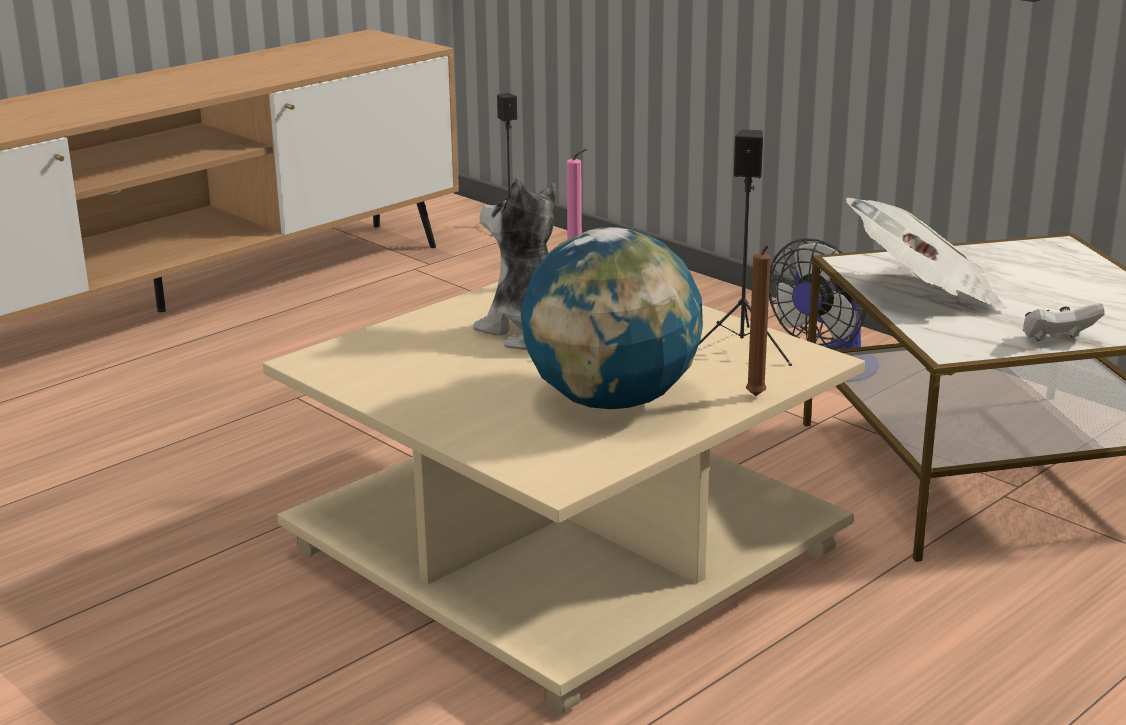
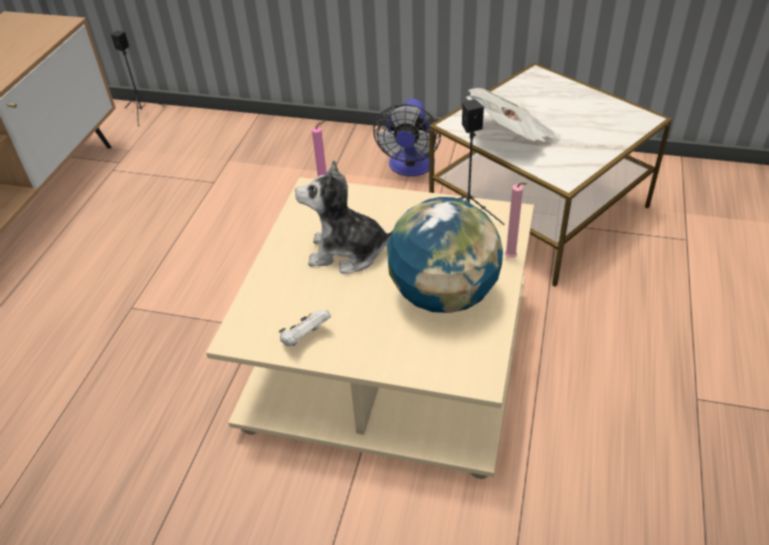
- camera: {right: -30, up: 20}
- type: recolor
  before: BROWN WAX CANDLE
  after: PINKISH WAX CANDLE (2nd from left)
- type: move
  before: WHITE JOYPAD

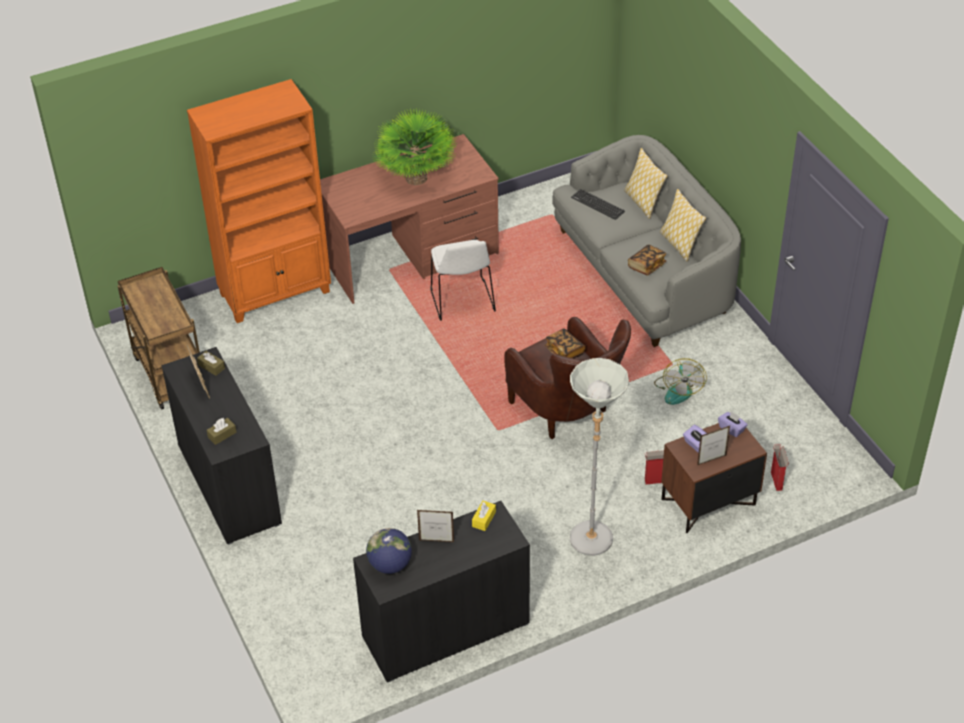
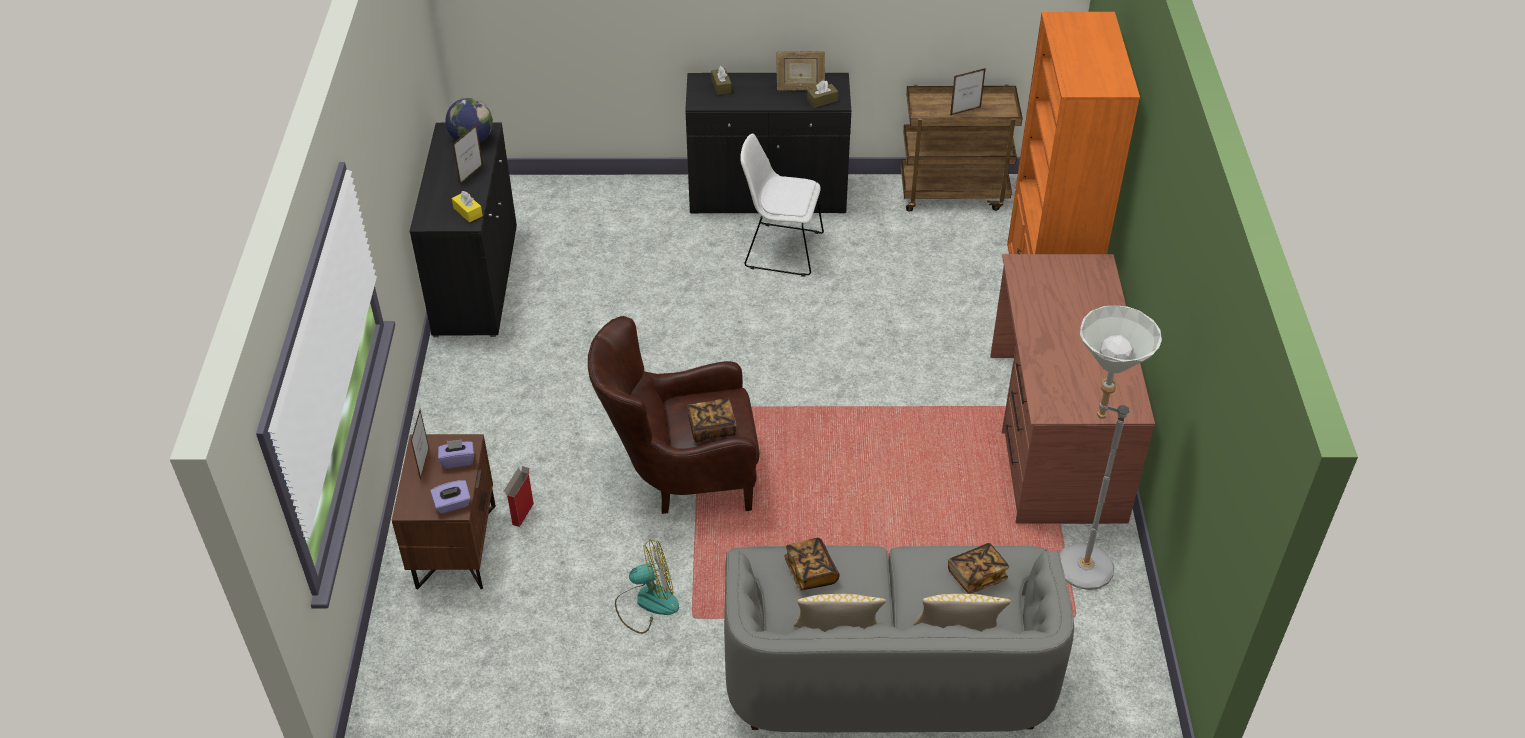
- camera: {right: 115, up: 0}
- type: delete
  before: POTTED PLANT
- type: move
  before: WHITE UPRIGHT CHAIR
- type: move
  before: GRAY FLOOR LAMP
- type: replace
  before: COMPUTER KEYBOARD
  after: VOLUME (3rd from left)
- type: rotate
  before: FAN
  turn: 135
- type: delete
  before: CARDBOARD BOX (2nd from left)
- type: insert
  after: PICTURE FRAME (4th from left)

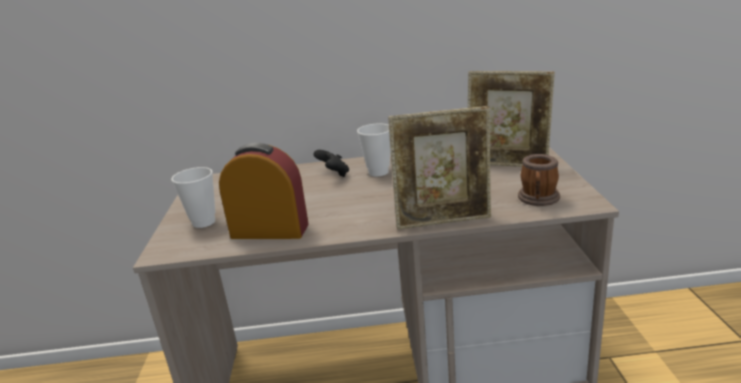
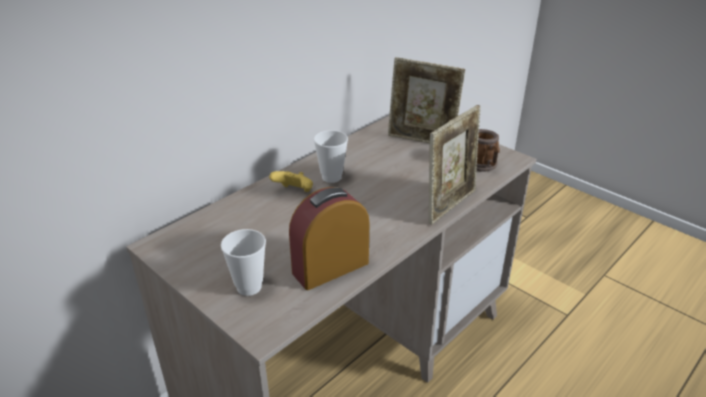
- camera: {right: -45, up: 10}
- type: recolor
  before: BLACK JOYPAD
  after: YELLOW-COLOURED JOYPAD
- type: rotate
  before: PICTURE FRAME (2nd from left in the first image)
  turn: 45

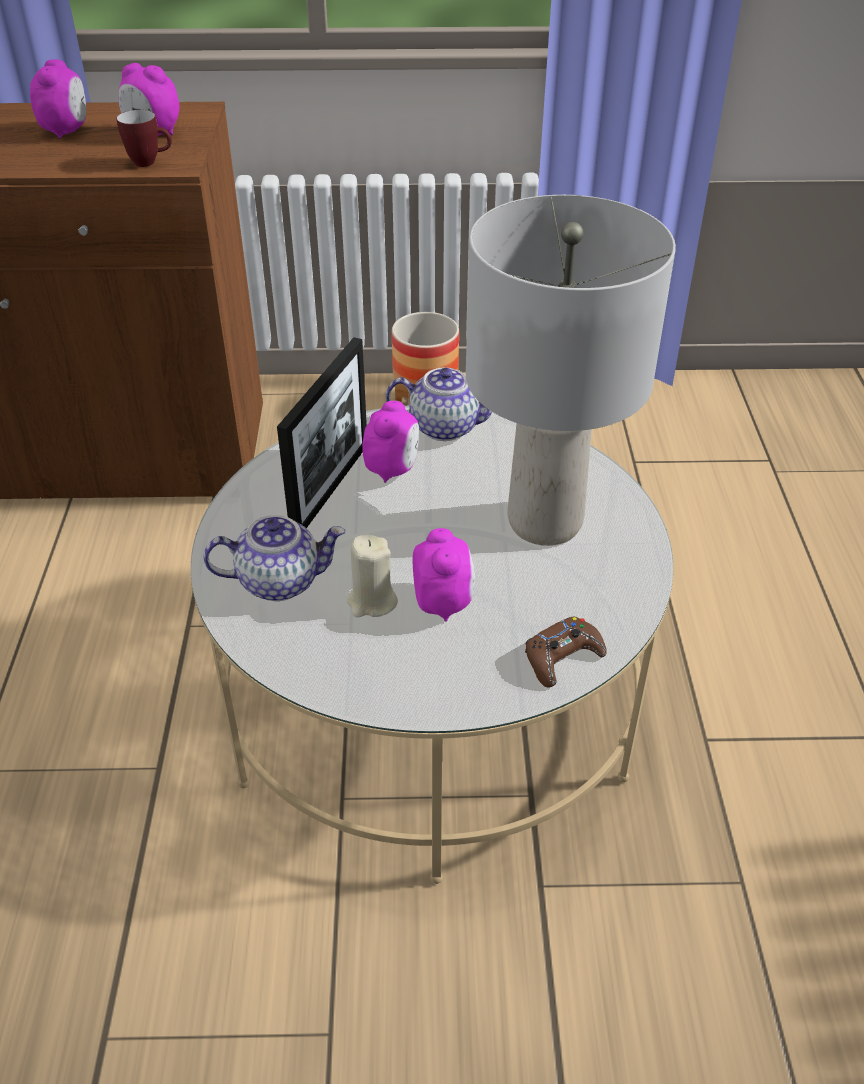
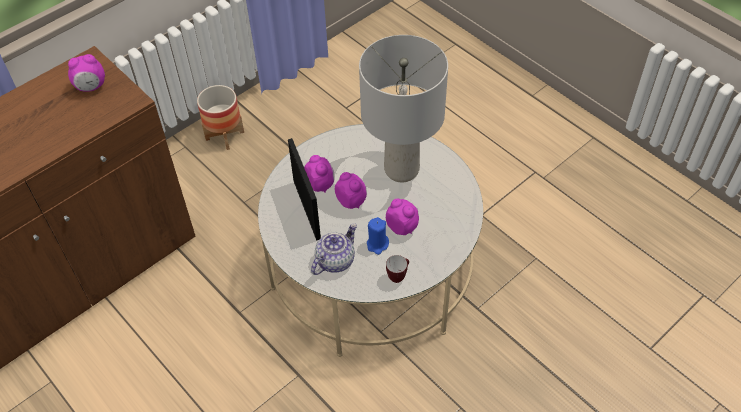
- camera: {right: -40, up: 10}
- type: move
  before: TABLE CLOCK (1st from left in the first image)
  after: TABLE CLOCK (3rd from left)
- type: move
  before: MUG
- type: recolor
  before: BEIGE WAX CANDLE
  after: BLUISH WAX CANDLE
- type: delete
  before: TEAPOT (2nd from left)
- type: delete
  before: BROWN JOYPAD

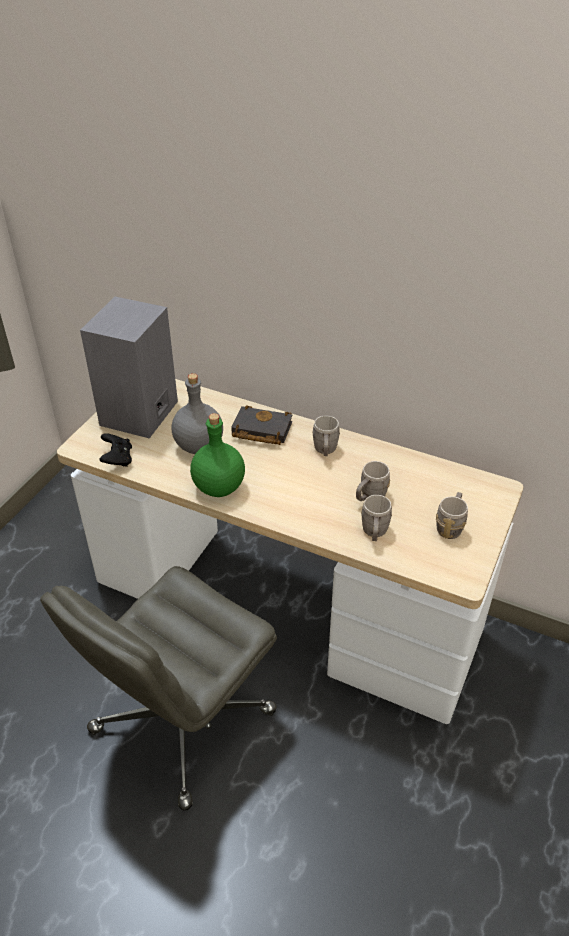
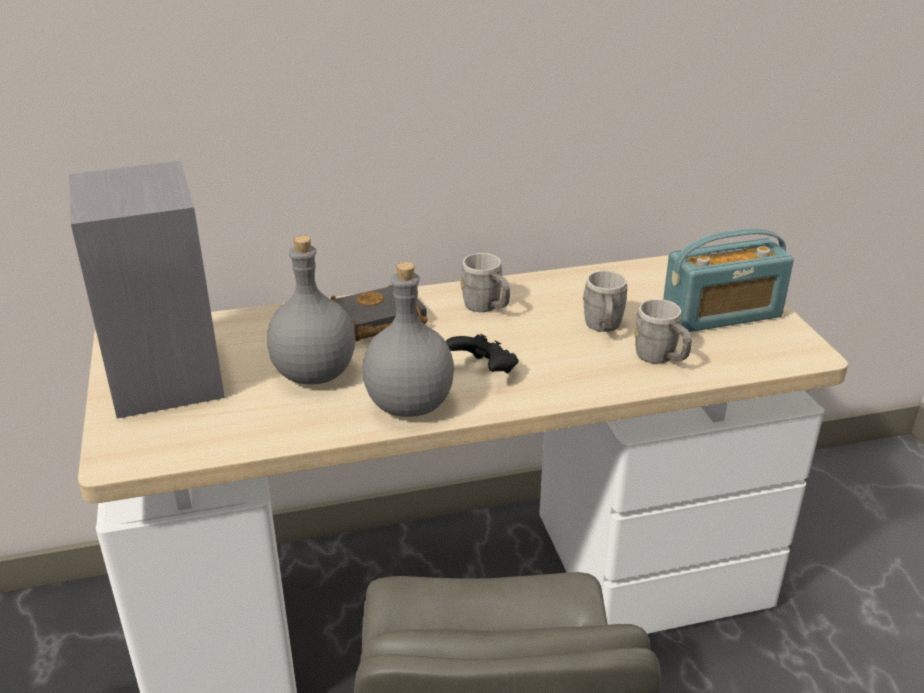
- camera: {right: -40, up: -10}
- type: move
  before: BLACK JOYPAD
- type: recolor
  before: GREEN-COLOURED DRINK BOTTLE
  after: GRAY DRINK BOTTLE (2nd from left)
- type: replace
  before: GRAY MUG (4th from left)
  after: RADIO RECEIVER

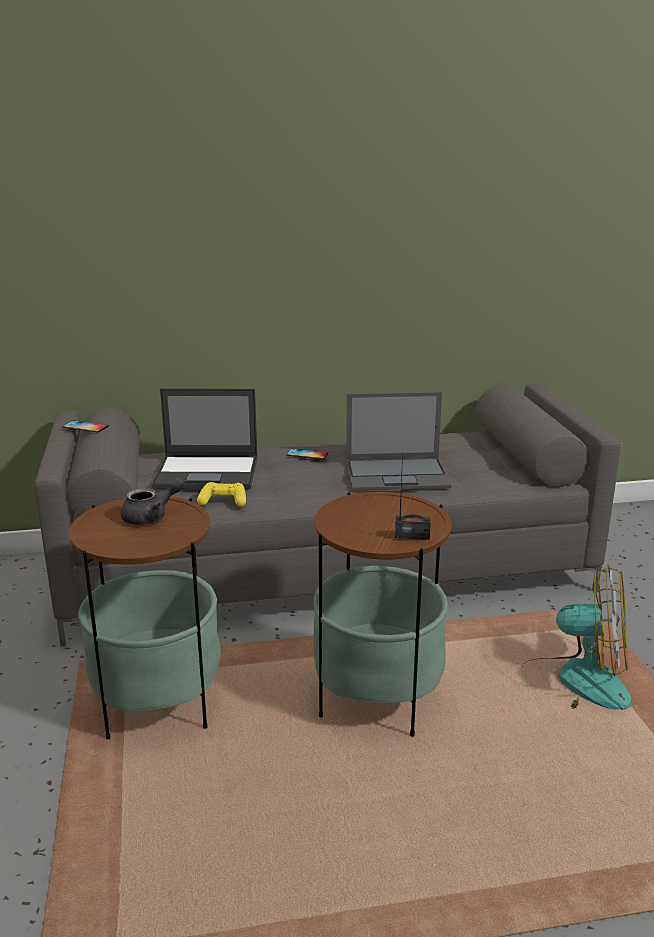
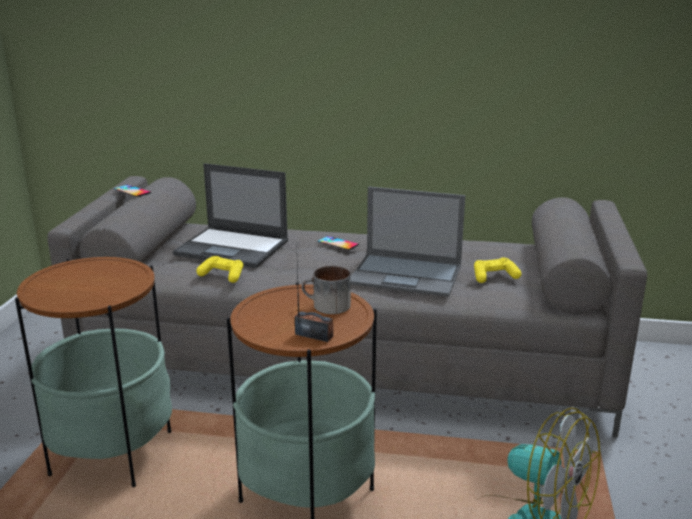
- camera: {right: 20, up: 0}
- type: delete
  before: GRAY TEAPOT
- type: insert
  after: MUG
- type: insert
  after: YELLOW-COLOURED JOYPAD (2nd from left)

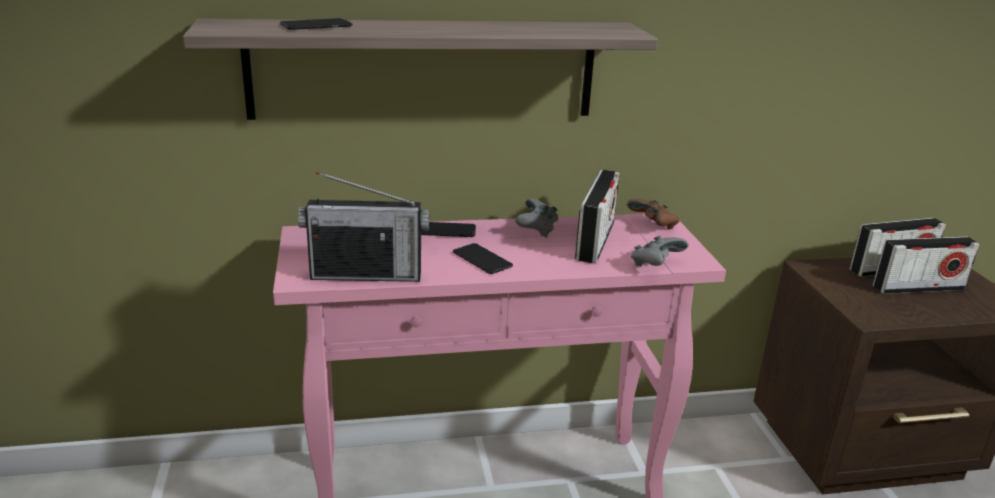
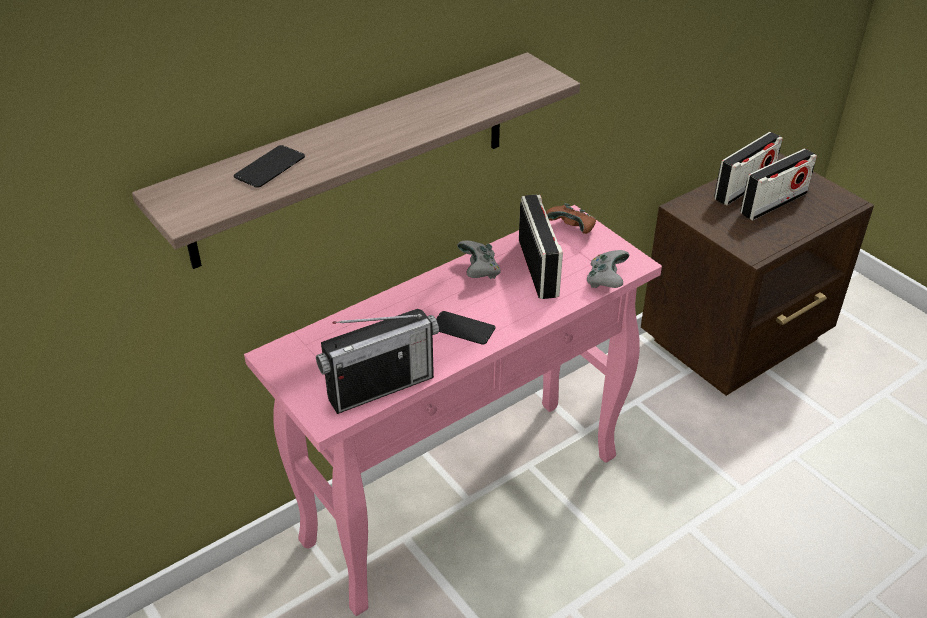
- camera: {right: -25, up: 15}
- type: delete
  before: TELEPHONE (2nd from left)

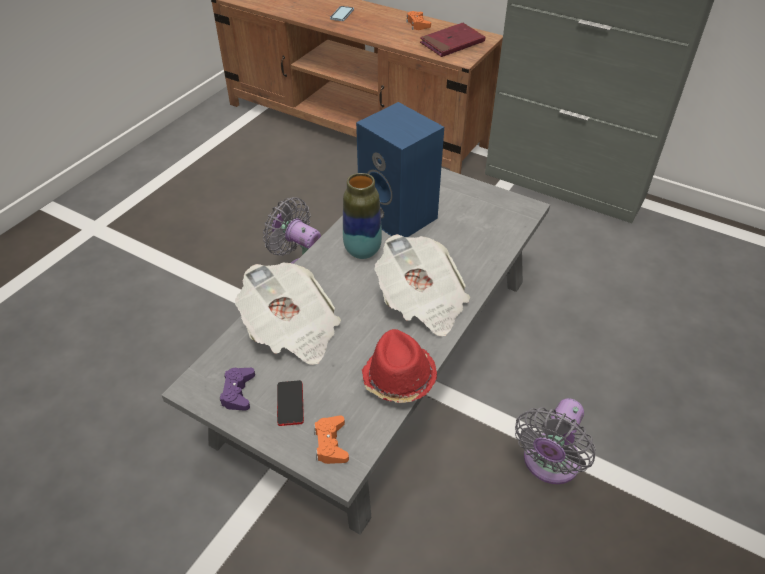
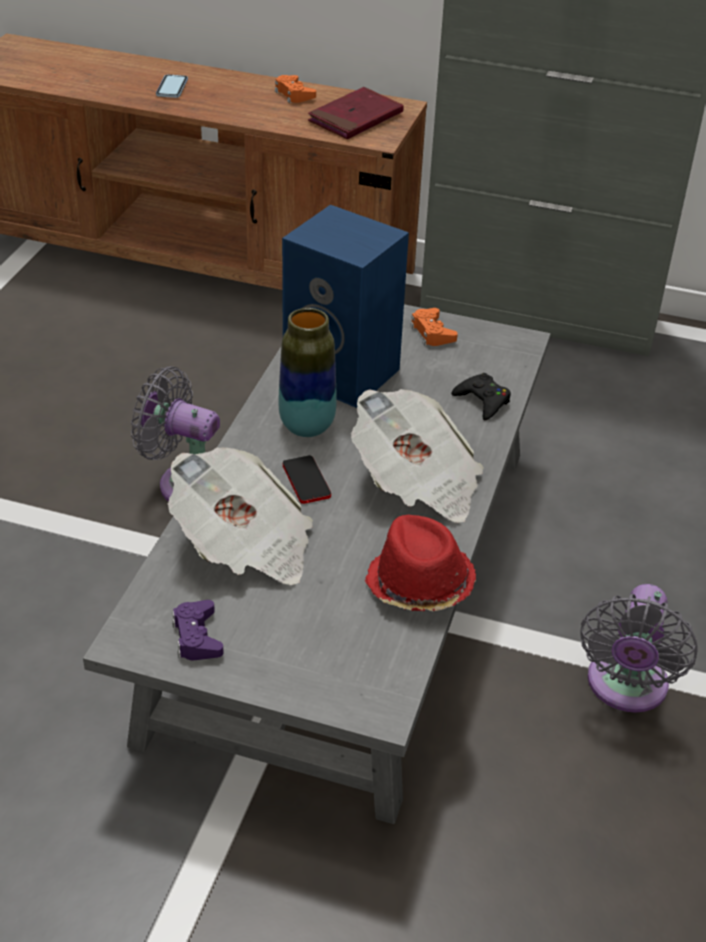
- camera: {right: -15, up: -5}
- type: move
  before: TELEPHONE (1st from left in the first image)
  after: TELEPHONE (2nd from left)
- type: move
  before: ORANGE-COLOURED JOYPAD (1st from left in the first image)
  after: ORANGE-COLOURED JOYPAD (2nd from left)
- type: insert
  after: BLACK JOYPAD

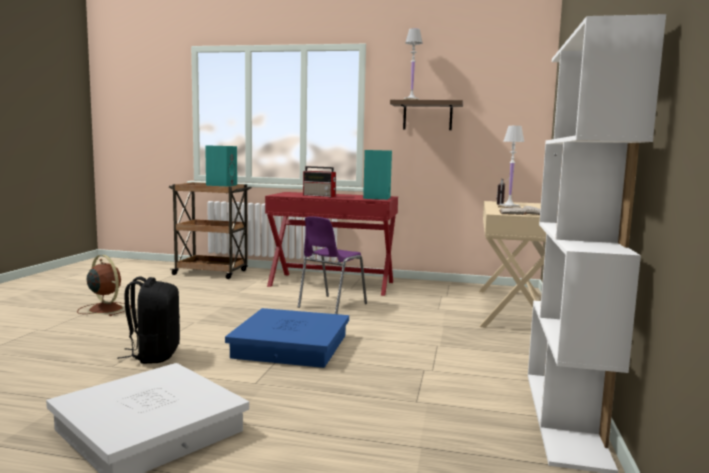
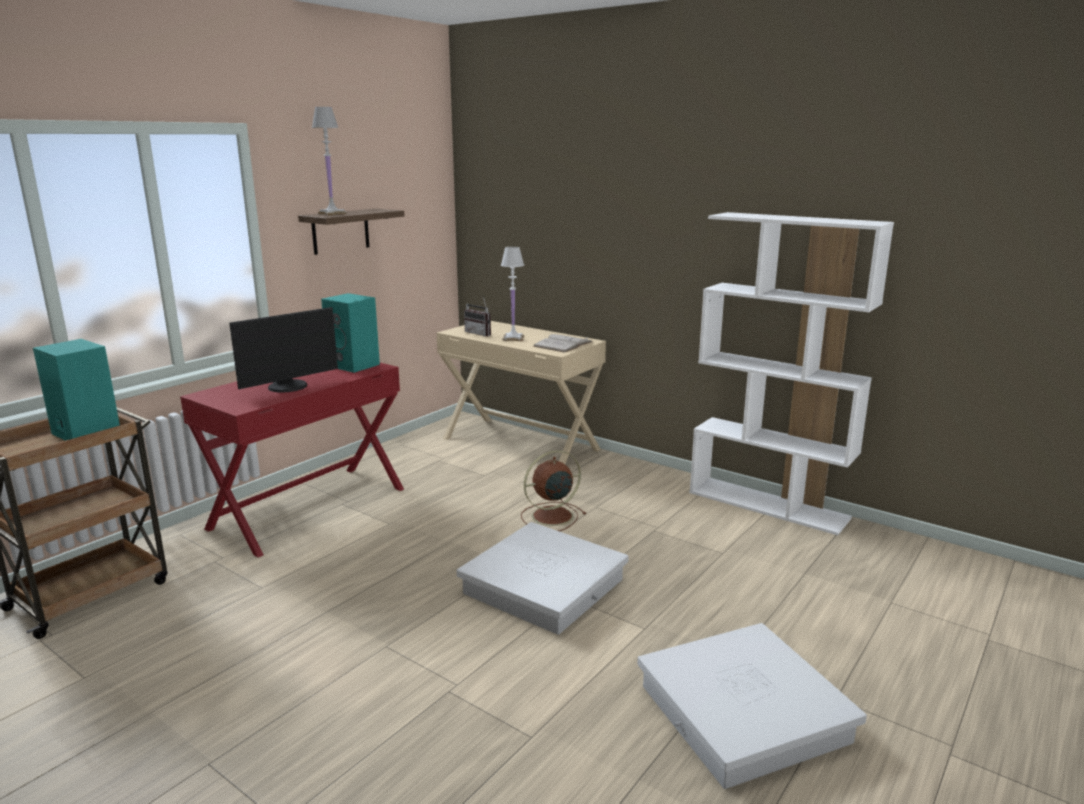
- camera: {right: -65, up: 10}
- type: move
  before: BROWN FAN
- type: delete
  before: BLACK RUCKSACK
- type: recolor
  before: BLUISH STORAGE BIN
  after: WHITE STORAGE BIN (1st from left)
- type: delete
  before: PURPLE UPRIGHT CHAIR
- type: replace
  before: RADIO RECEIVER (1st from left)
  after: MONITOR

